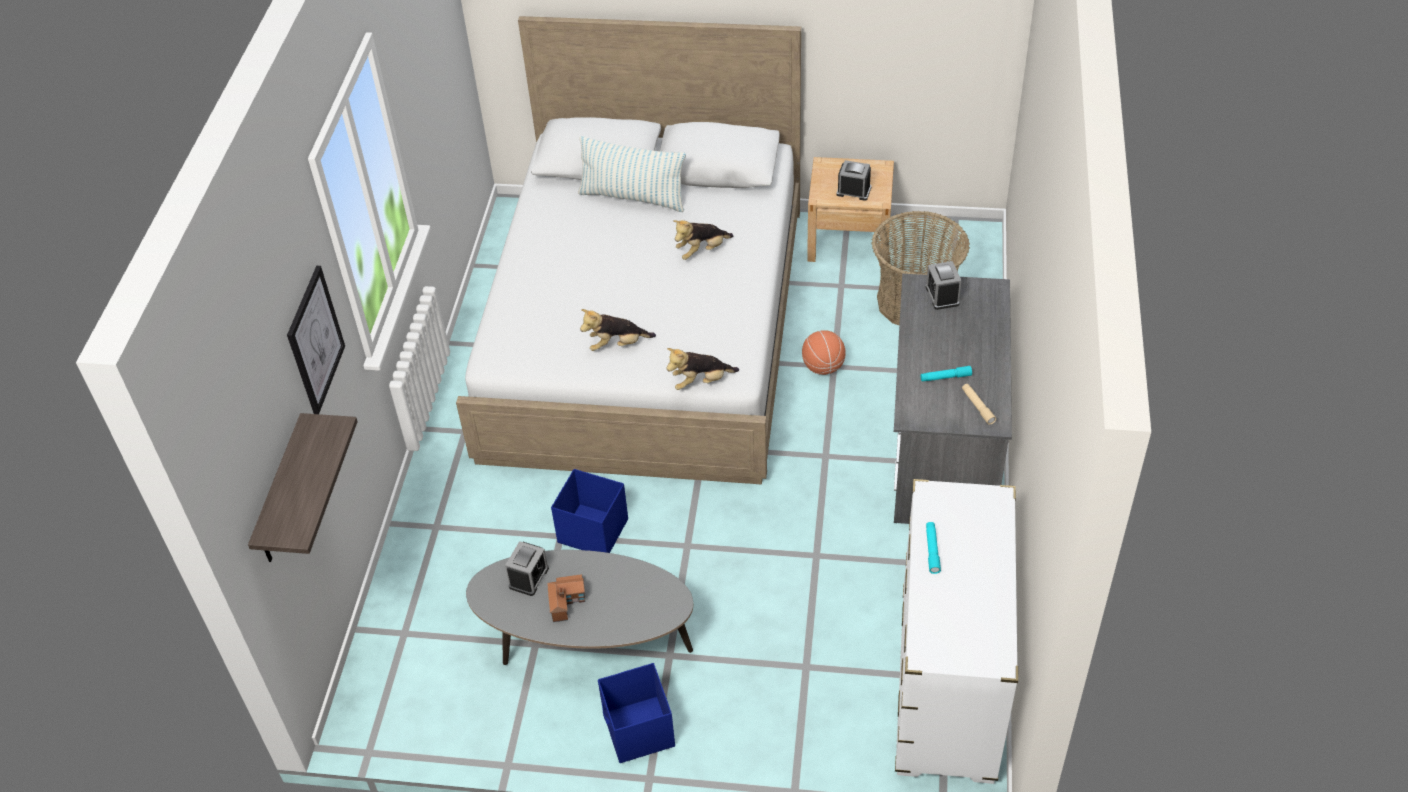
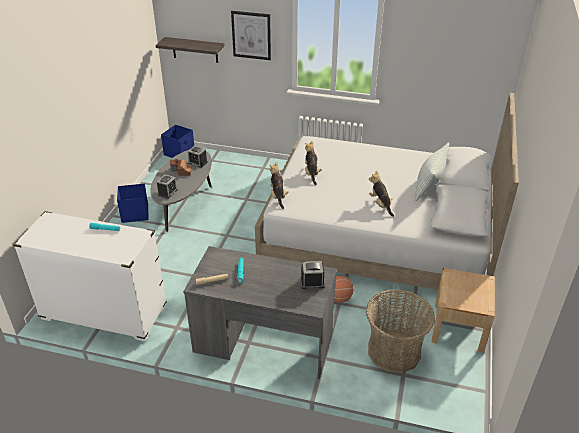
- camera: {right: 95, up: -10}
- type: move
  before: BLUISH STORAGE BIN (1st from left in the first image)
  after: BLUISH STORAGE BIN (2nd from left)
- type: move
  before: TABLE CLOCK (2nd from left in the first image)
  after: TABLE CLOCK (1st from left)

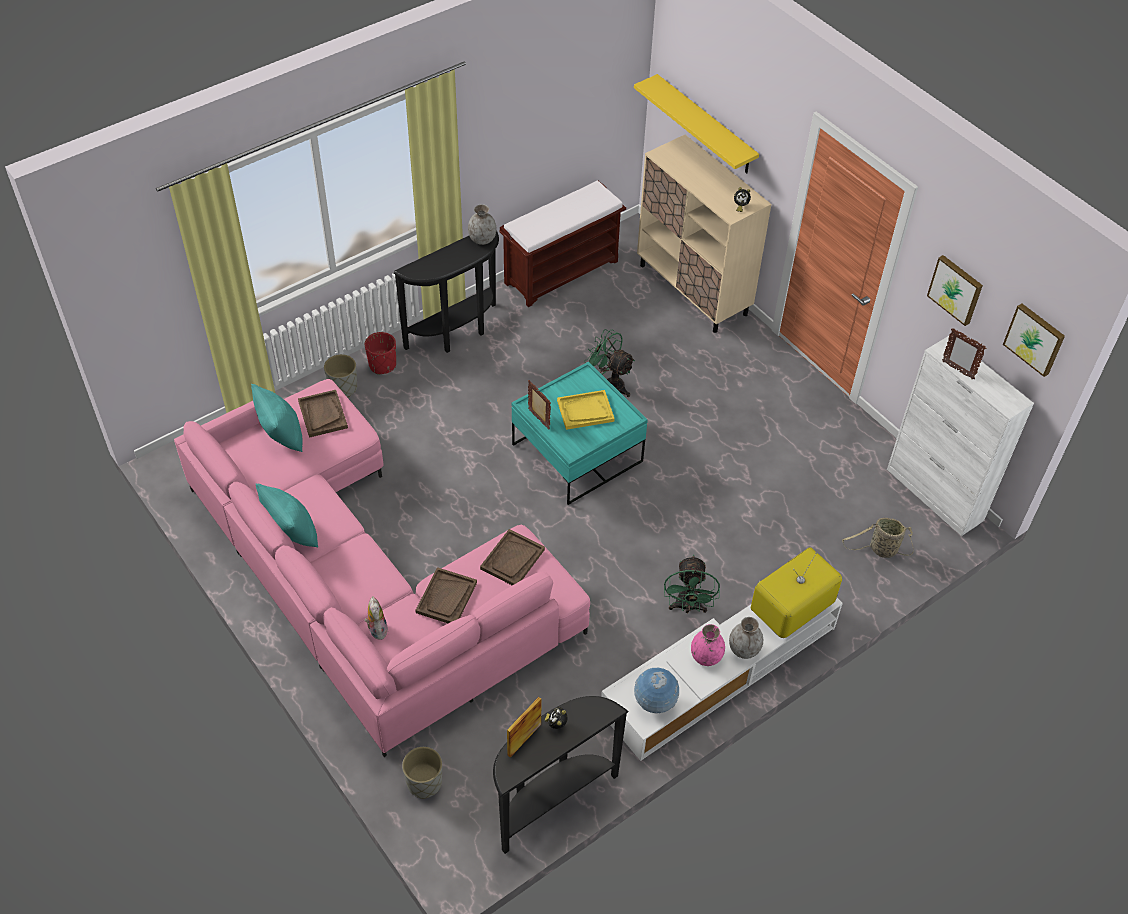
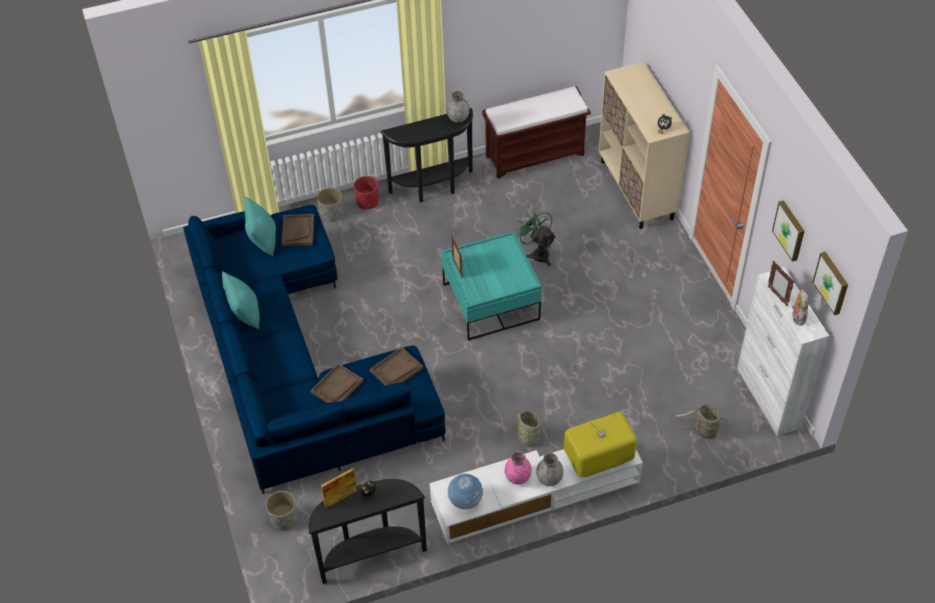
- camera: {right: 20, up: 0}
- type: recolor
  before: PINKISH SETTEE
  after: BLUISH SETTEE
- type: move
  before: PLUSH TOY
- type: delete
  before: YELLOW-COLOURED SERVING TRAY
- type: delete
  before: YELLOW-COLOURED SHELF
- type: replace
  before: GREEN-COLOURED FAN (2nd from left)
  after: HOUSEHOLD BASKET (1st from left)

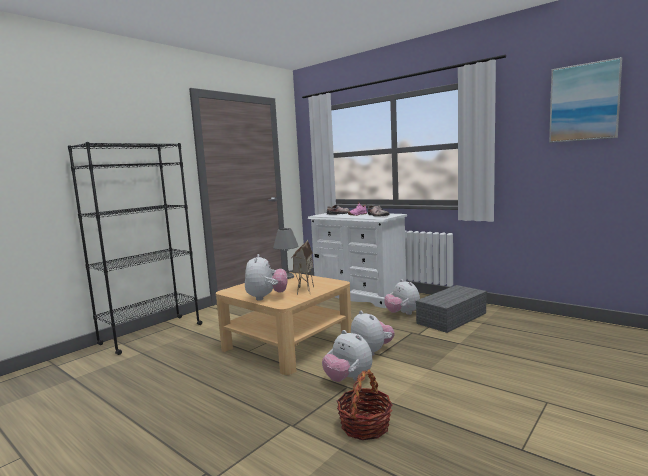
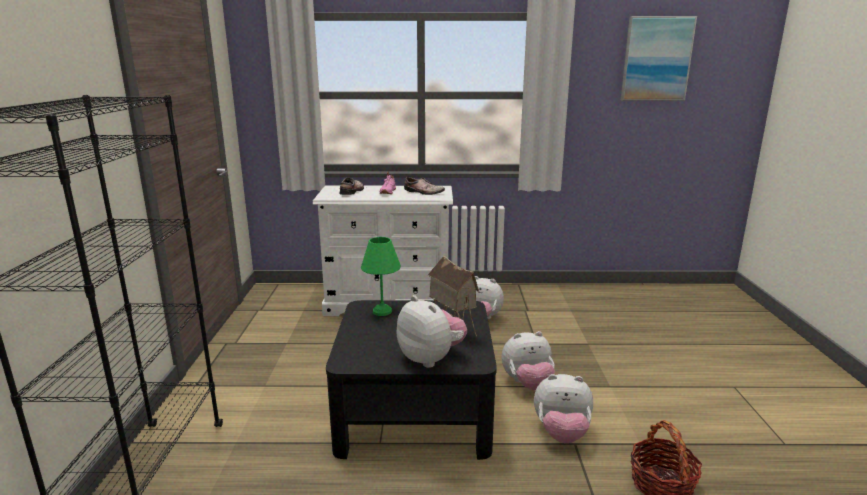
- camera: {right: -40, up: 10}
- type: recolor
  before: BEIGE LOW TABLE
  after: BLACK LOW TABLE
- type: recolor
  before: GRAY TABLE LAMP
  after: GREEN-COLOURED TABLE LAMP
- type: rotate
  before: PLUSH TOY (3rd from left)
  turn: 150
- type: delete
  before: GRAY STORAGE BIN

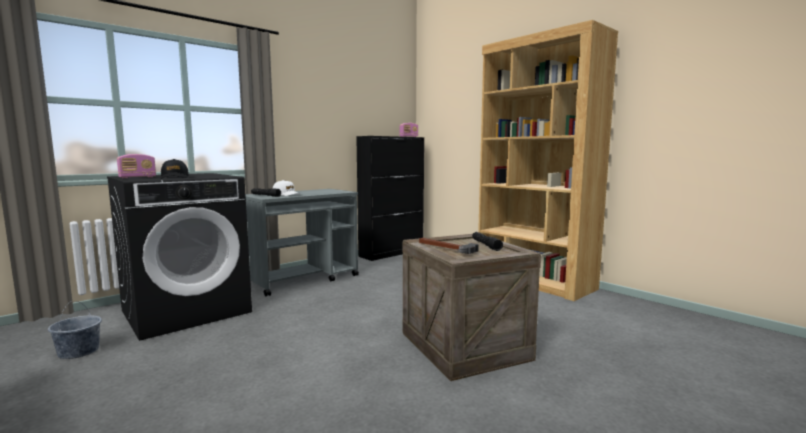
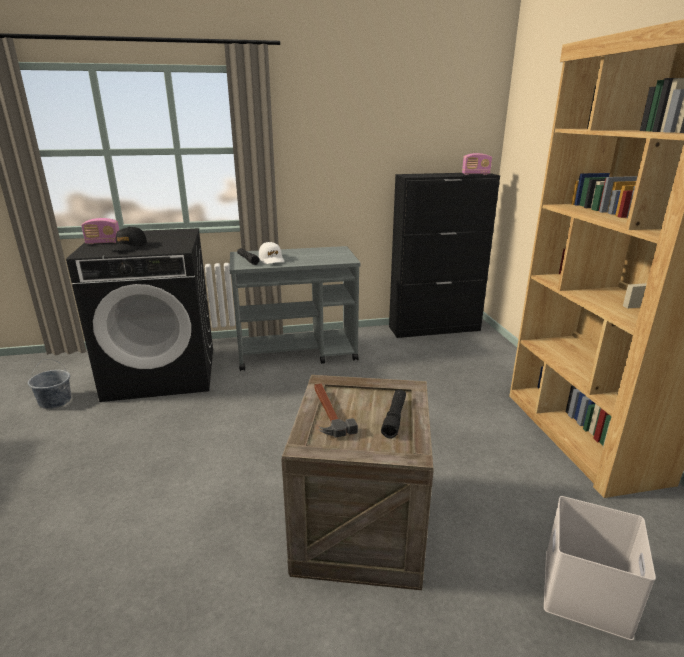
- camera: {right: 30, up: 15}
- type: insert
  after: WHITE STORAGE BIN

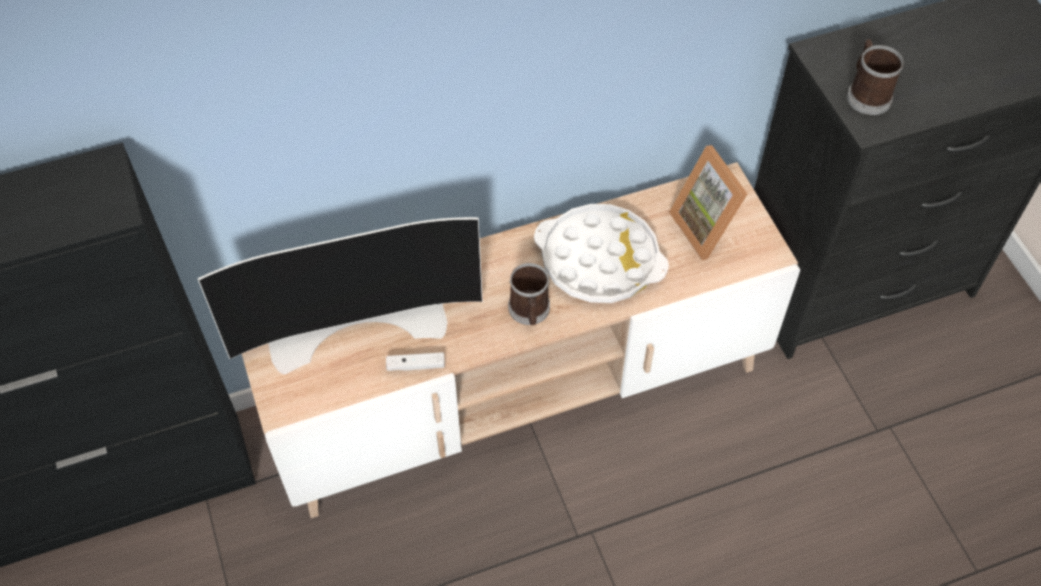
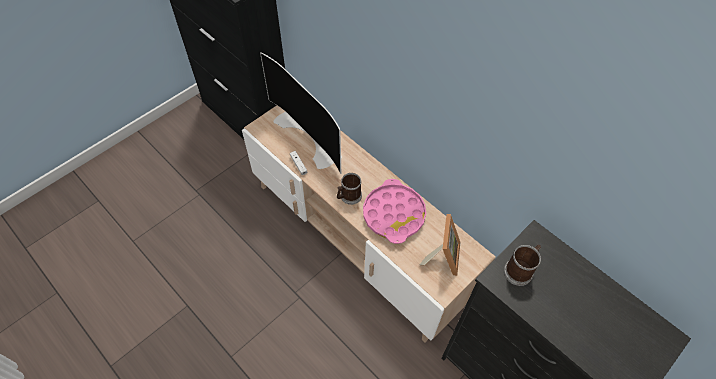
- camera: {right: 65, up: 0}
- type: recolor
  before: WHITE SERVING TRAY
  after: PINKISH SERVING TRAY
- type: rotate
  before: PICTURE FRAME
  turn: 150

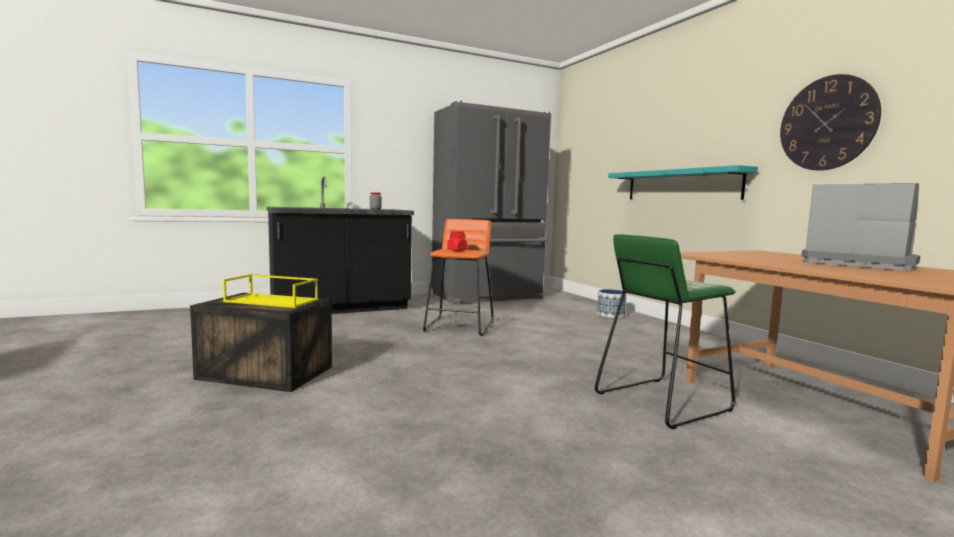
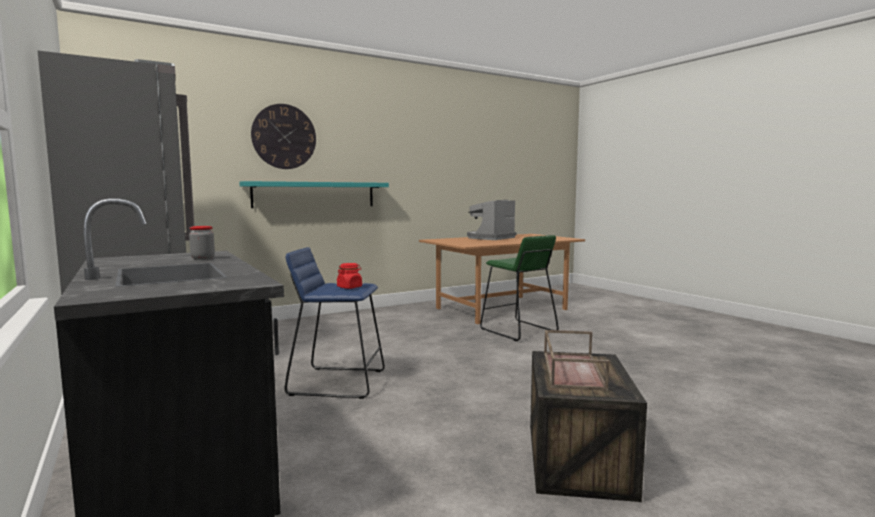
- camera: {right: -95, up: 0}
- type: recolor
  before: YELLOW-COLOURED SERVING TRAY
  after: BROWN SERVING TRAY
- type: recolor
  before: ORANGE-COLOURED STOOL SEAT
  after: BLUISH STOOL SEAT
- type: delete
  before: PLANTER
- type: move
  before: WALL CLOCK

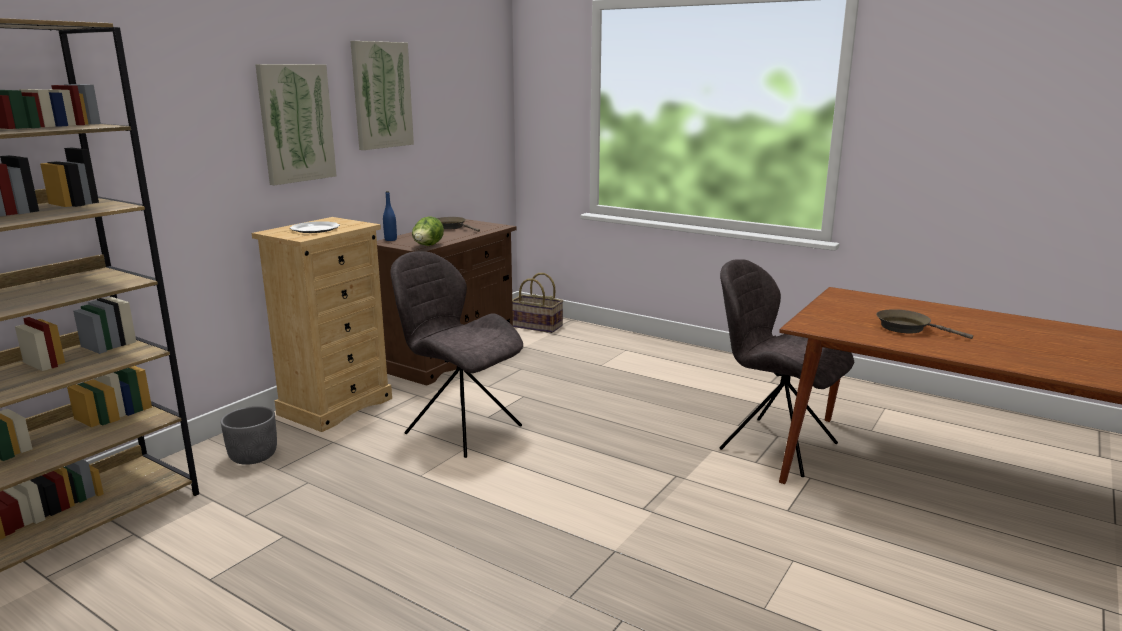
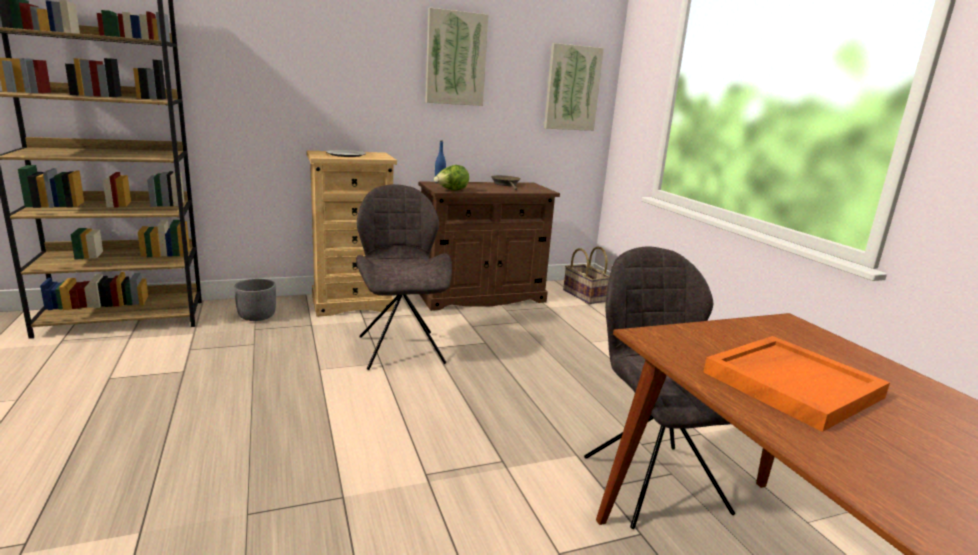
- camera: {right: 35, up: 0}
- type: move
  before: PICTURE (1st from left in the first image)
  after: PICTURE (2nd from left)
- type: replace
  before: BROWN PAN (2nd from left)
  after: ORANGE-COLOURED SERVING TRAY

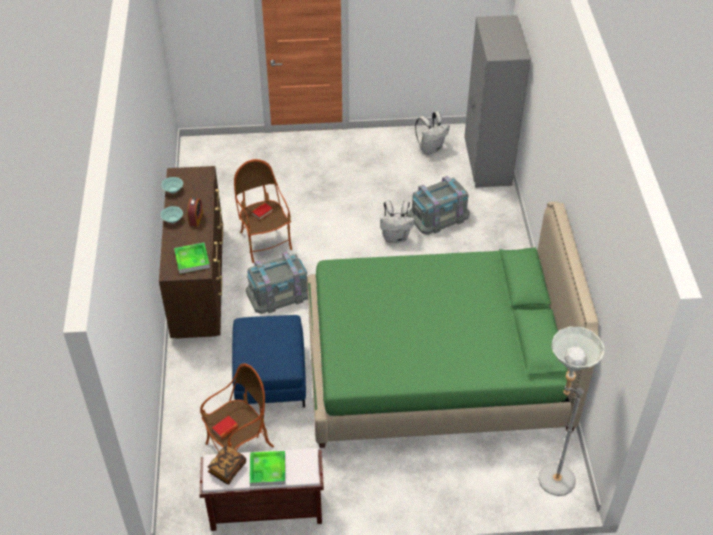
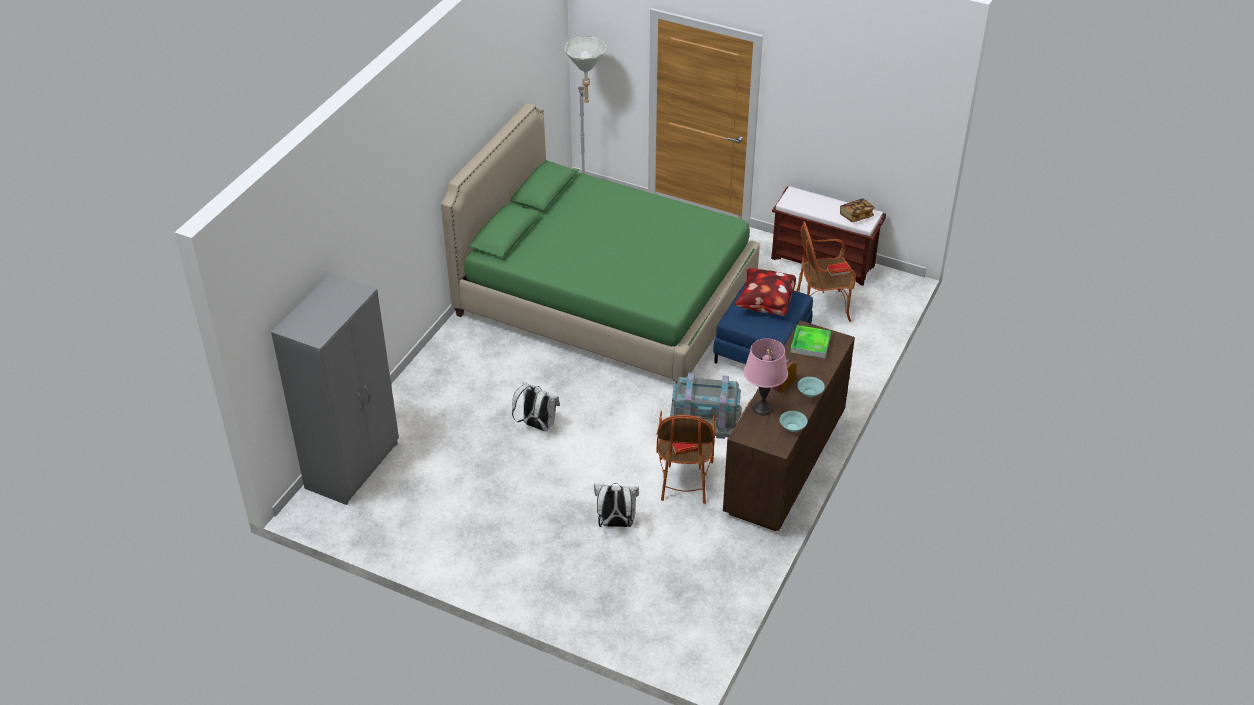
- camera: {right: -150, up: -5}
- type: delete
  before: SERVING TRAY (2nd from left)
- type: delete
  before: GRAY STORAGE BIN (2nd from left)
- type: move
  before: WHITE RUCKSACK (2nd from left)
- type: insert
  after: THROW PILLOW
- type: insert
  after: PINKISH TABLE LAMP

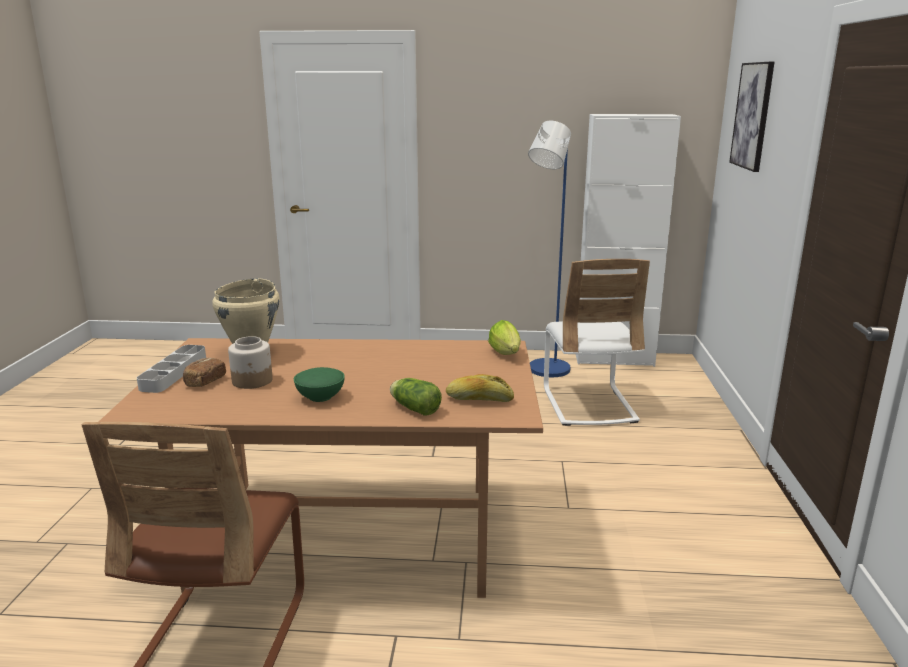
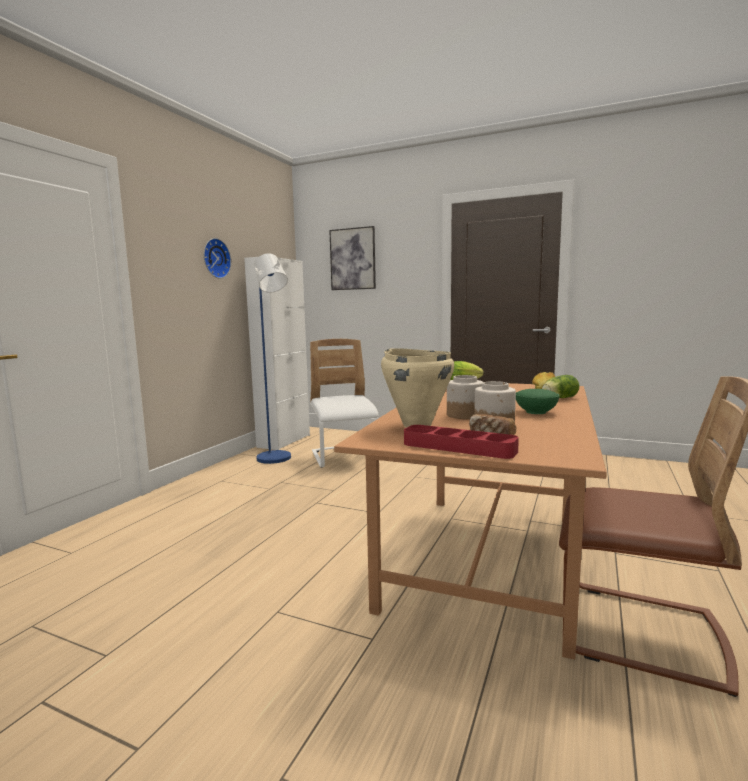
- camera: {right: -70, up: -10}
- type: recolor
  before: GRAY SERVING TRAY
  after: RED-COLOURED SERVING TRAY
- type: rotate
  before: WHITE UPRIGHT CHAIR
  turn: -120
- type: insert
  after: WALL CLOCK
- type: insert
  after: JAR (1st from left)

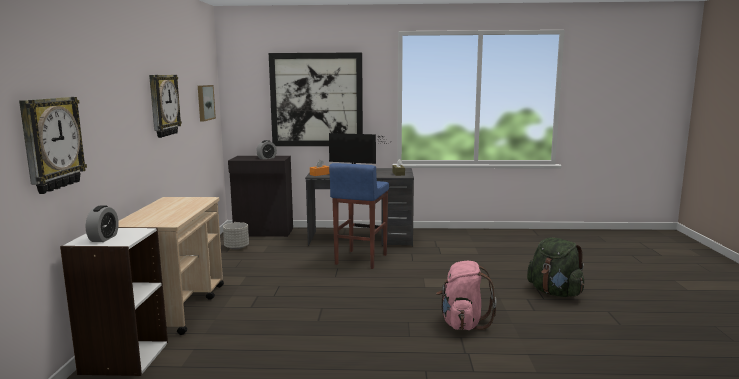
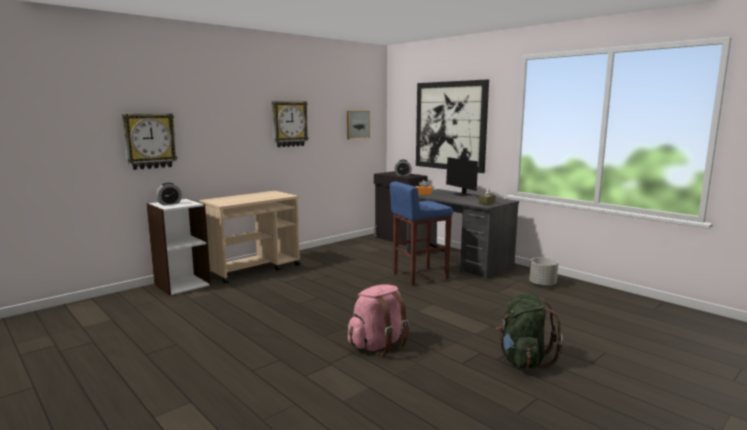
- camera: {right: 45, up: 0}
- type: move
  before: GRAY PLANTER

